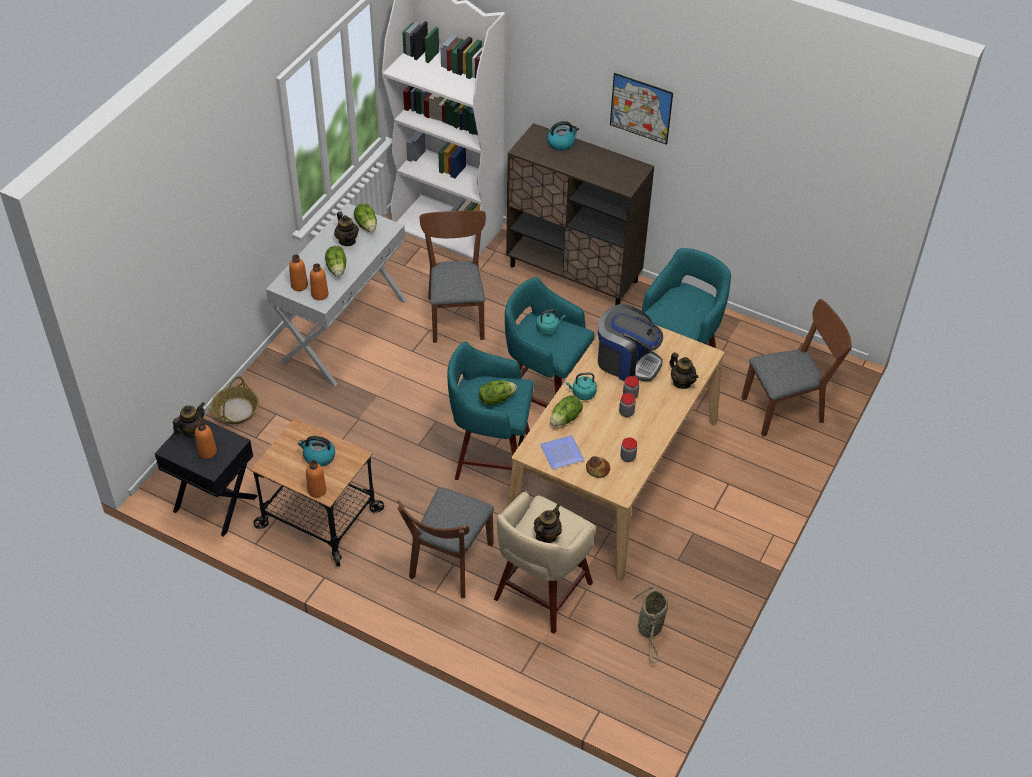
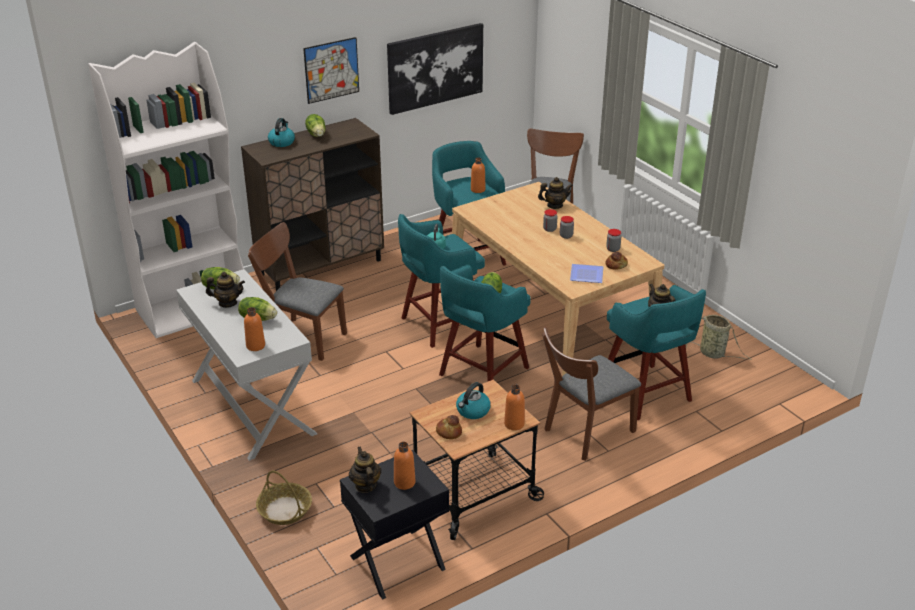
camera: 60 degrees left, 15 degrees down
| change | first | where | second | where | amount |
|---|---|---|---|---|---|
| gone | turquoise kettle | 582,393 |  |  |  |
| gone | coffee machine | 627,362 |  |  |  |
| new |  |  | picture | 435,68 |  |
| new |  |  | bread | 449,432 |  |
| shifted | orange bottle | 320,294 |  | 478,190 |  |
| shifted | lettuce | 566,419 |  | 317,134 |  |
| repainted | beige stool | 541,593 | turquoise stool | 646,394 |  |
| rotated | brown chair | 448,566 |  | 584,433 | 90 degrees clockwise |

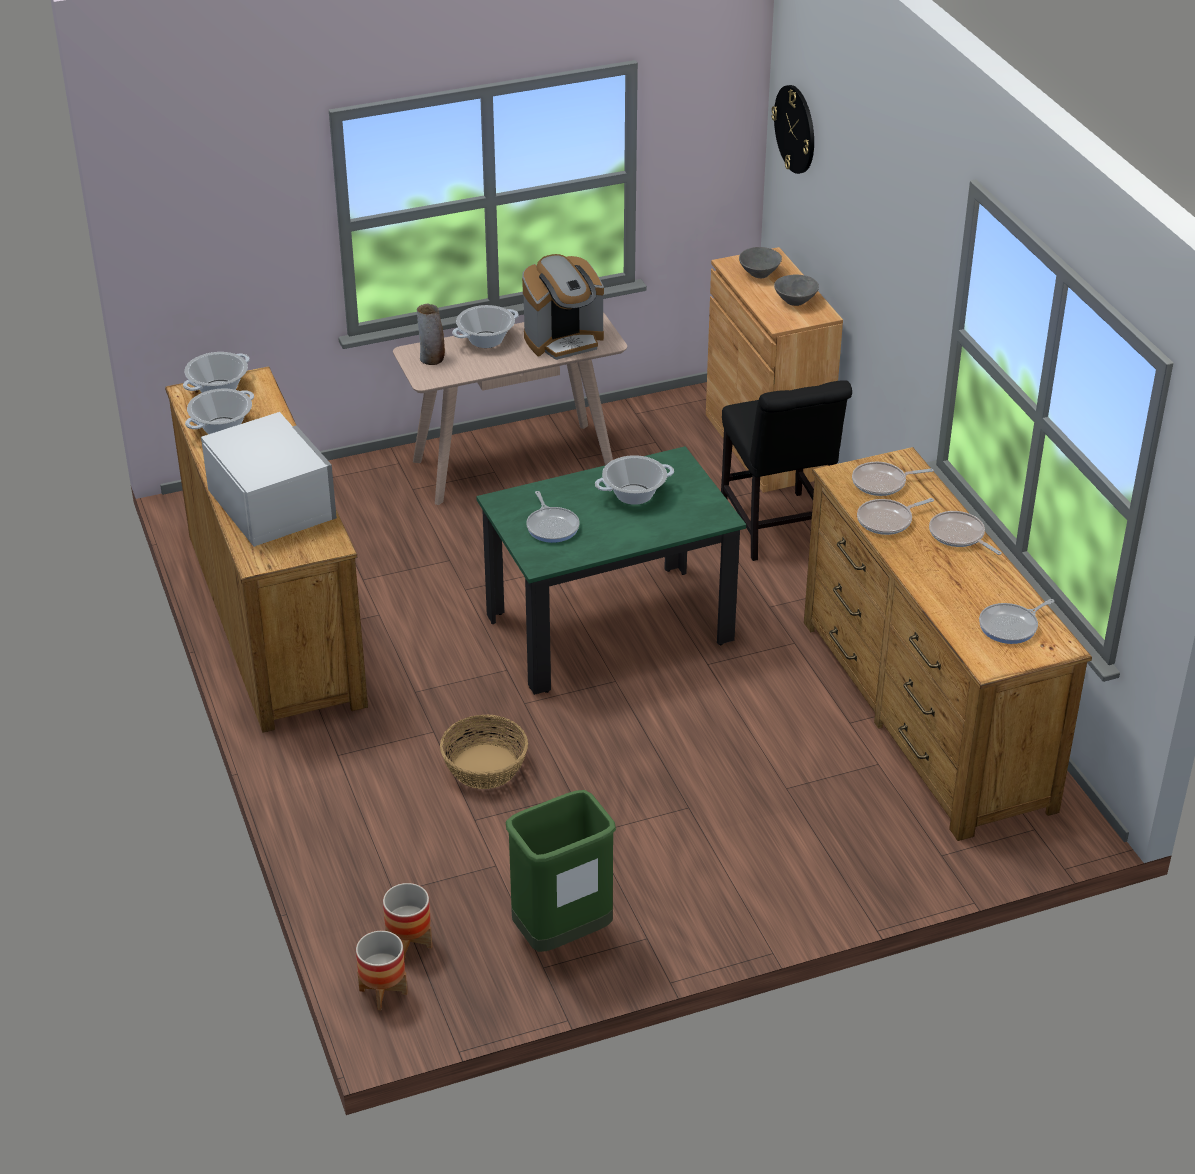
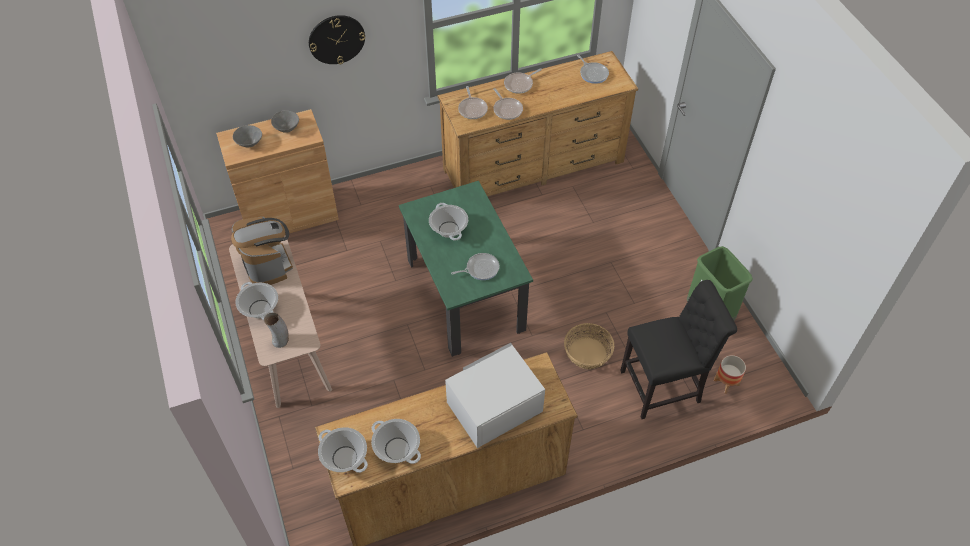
camera: 90 degrees left, 15 degrees up
| change | first | where | second | where | amount |
|---|---|---|---|---|---|
| gone | planter | 383,992 |  |  |  |
| shifted | black chair | 777,530 |  | 664,386 |  |
| shifted | wall clock | 795,129 |  | 336,39 |  |

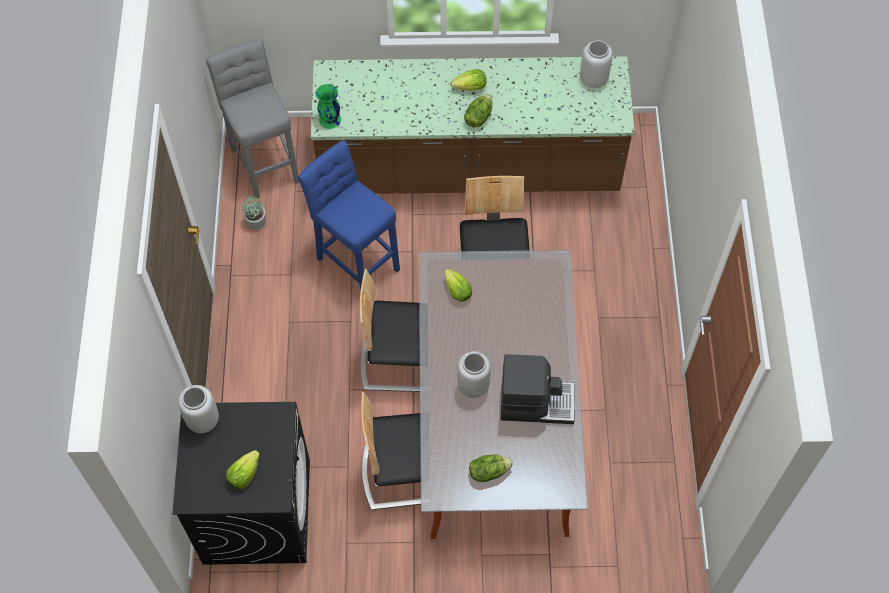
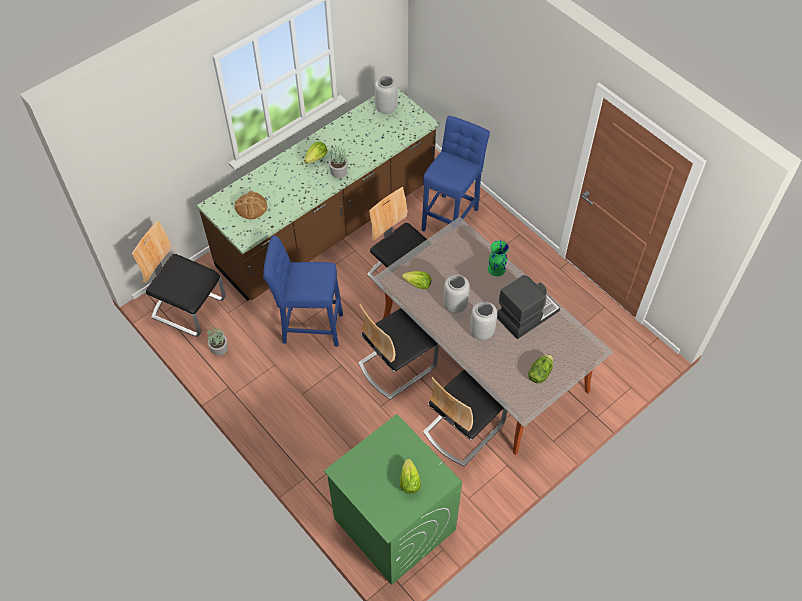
camera: 40 degrees left, 5 degrees down
| change | first | where | second | where | amount |
|---|---|---|---|---|---|
| new |  |  | bread | 251,206 |  |
| new |  |  | blue stool | 451,216 |  |
| shifted | grey vase | 202,420 |  | 454,305 |  |
| shifted | green vase | 329,120 |  | 496,269 |  |
| swapped | grey stool | 264,161 | chair | 189,308 |  |
| swapped | lettuce | 478,117 | potted plant | 338,172 |  |
| repainted | black washing machine | 257,510 | green washing machine | 393,523 |  |

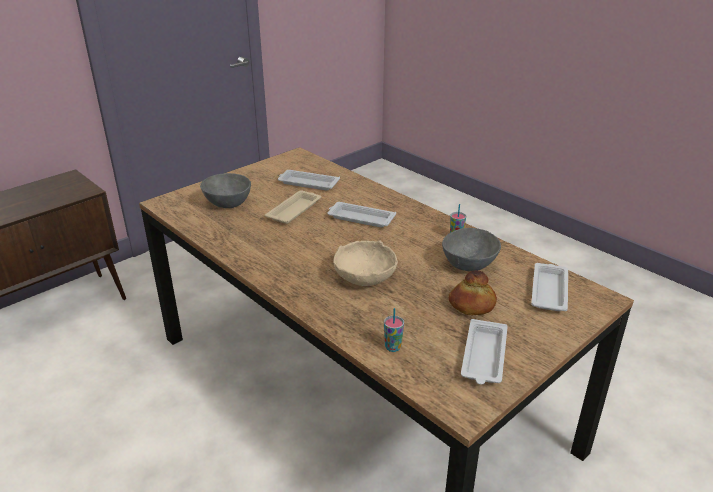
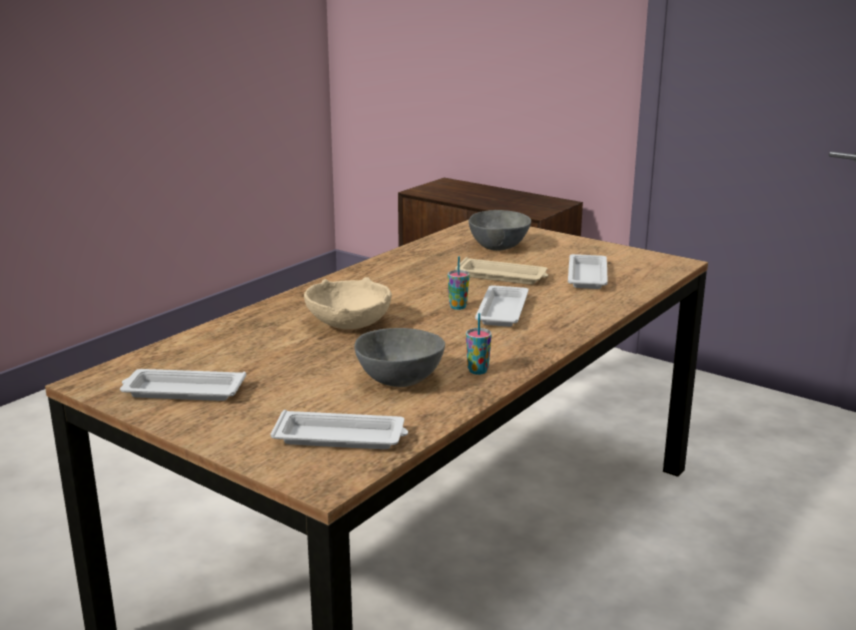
camera: 80 degrees right, 10 degrees down
| change | first | where | second | where | amount |
|---|---|---|---|---|---|
| gone | bread | 471,305 |  |  |  |
| shifted | cup | 392,347 |  | 458,307 |  |

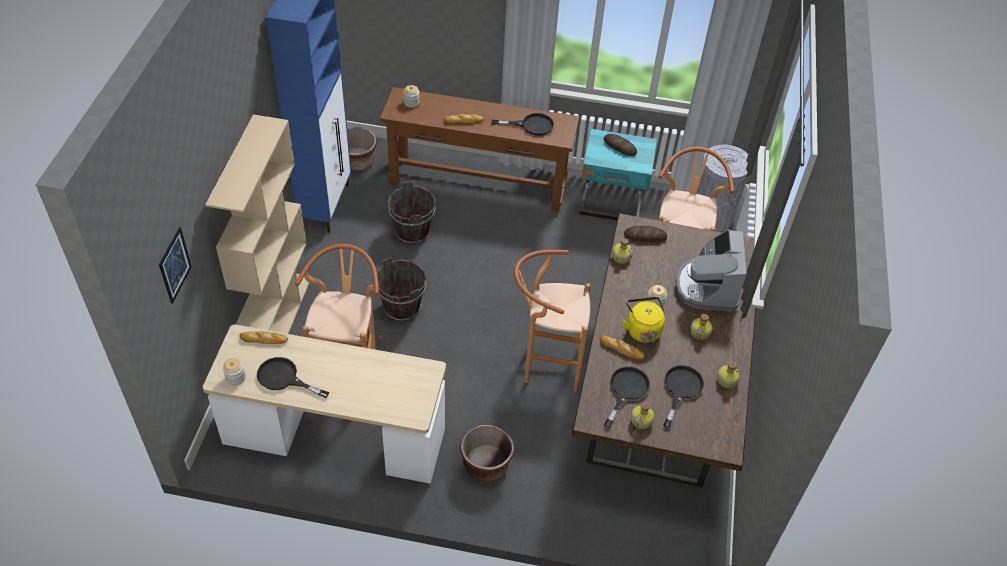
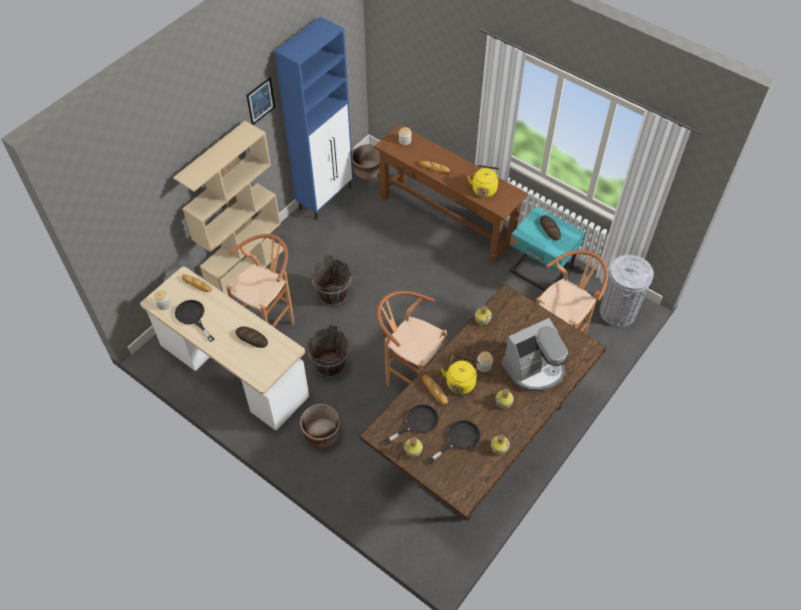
camera: 30 degrees right, 5 degrees up
| change | first | where | second | where | amount |
|---|---|---|---|---|---|
| shifted | picture | 175,265 |  | 260,101 |  |
| shifted | brown bucket | 413,232 |  | 330,365 |  |
| shifted | bread | 645,236 |  | 252,338 |  |
| swapped | black frying pan | 531,125 | yellow kettle | 484,188 |  |
| rotated | coffee machine | 707,287 |  | 534,369 | 150 degrees counterclockwise |

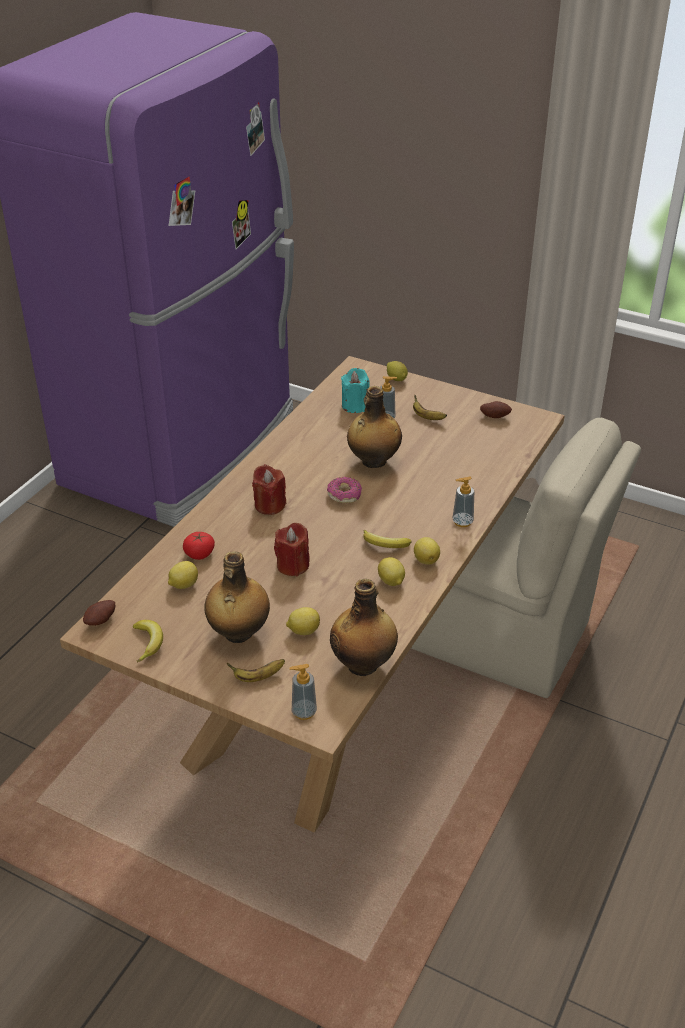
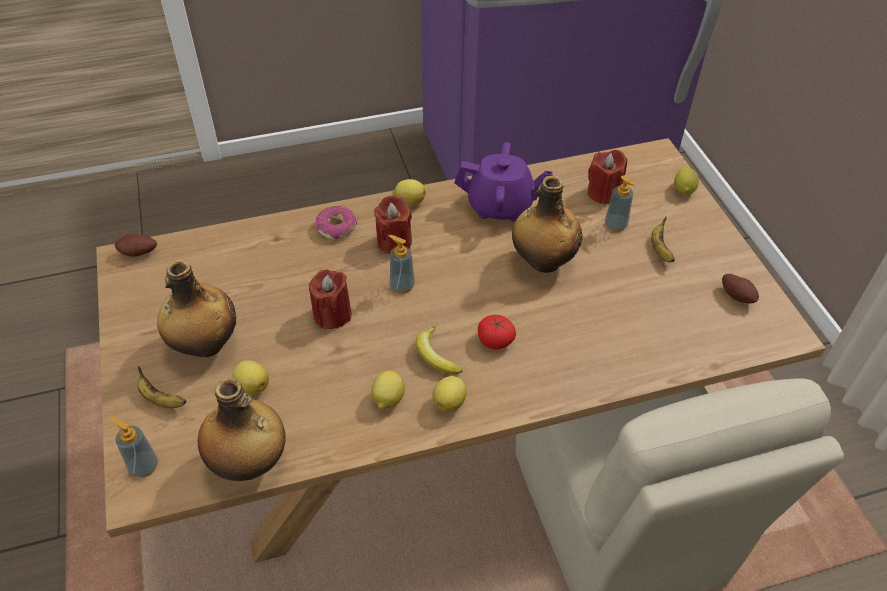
camera: 45 degrees right, 10 degrees up
| change | first | where | second | where | amount |
|---|---|---|---|---|---|
| gone | banana | 148,642 |  |  |  |
| new |  |  | purple teapot | 500,206 |  |
| shifted | lemon | 183,585 |  | 409,202 |  |
| shifted | tomato | 199,554 |  | 495,340 |  |
| shifted | donut | 344,495 |  | 337,227 |  |
| shifted | soap dispenser | 462,522 |  | 402,286 |  |
| repainted | turquoise candle | 355,406 | red candle | 603,193 |  |

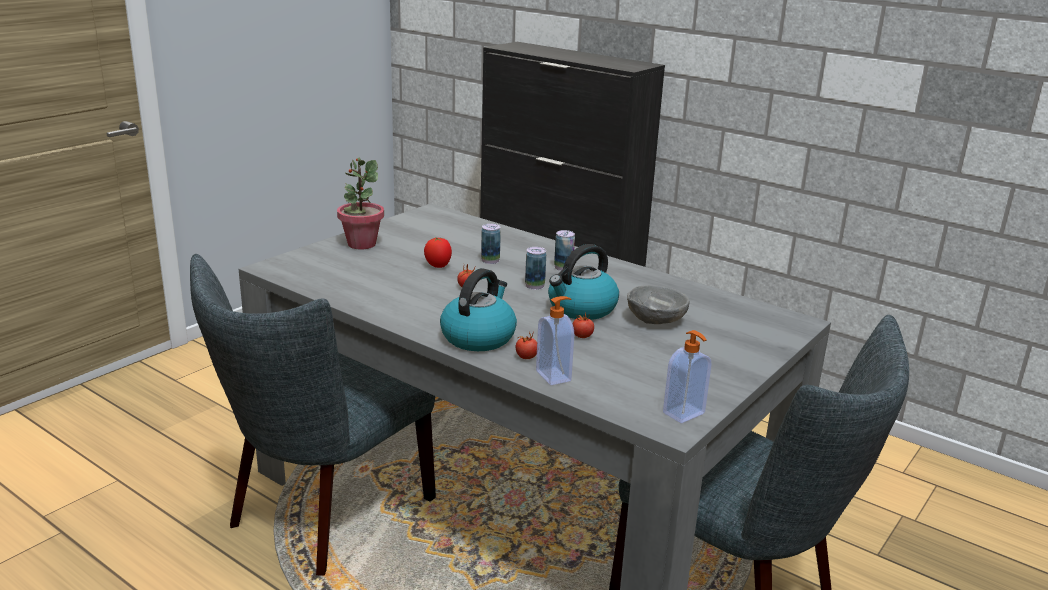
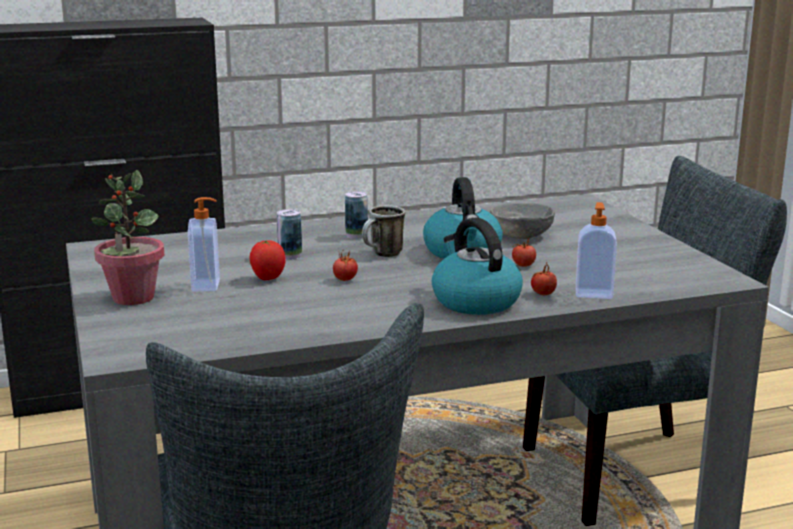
camera: 55 degrees left, 5 degrees down
| change | first | where | second | where | amount |
|---|---|---|---|---|---|
| shifted | soap dispenser | 684,414 |  | 207,285 |  |
| swapped | can | 534,285 | mug | 383,255 |  |

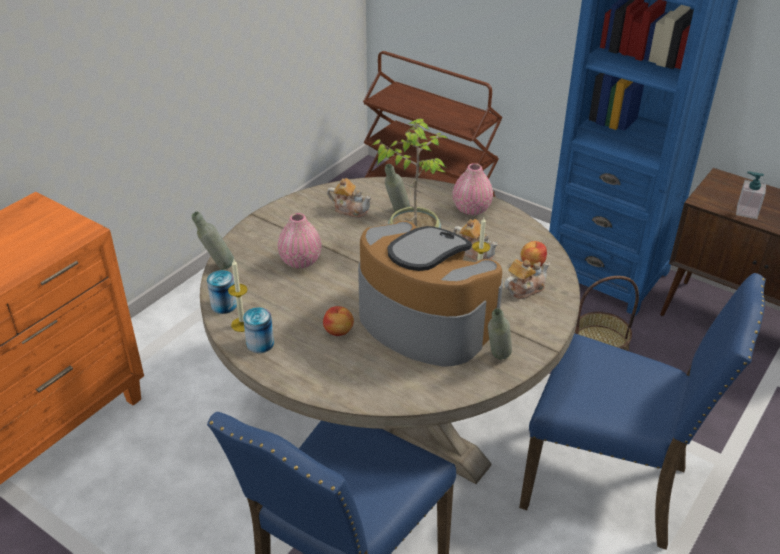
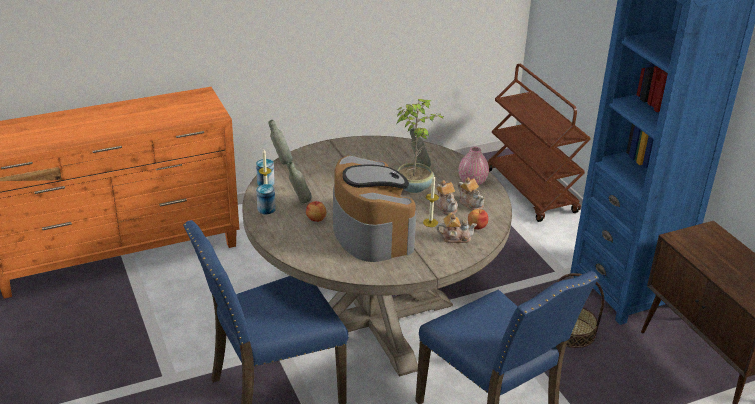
camera: 30 degrees right, 5 degrees down
| change | first | where | second | where | amount |
|---|---|---|---|---|---|
| gone | pink vase | 300,261 |  |  |  |
| gone | soap dispenser | 746,212 |  |  |  |
| shifted | teapot | 350,210 |  | 471,203 |  |
| shifted | grey bottle | 497,360 |  | 300,202 |  |

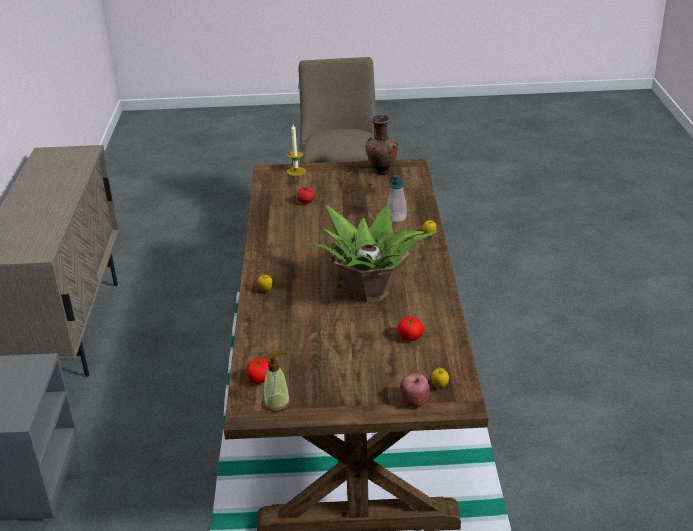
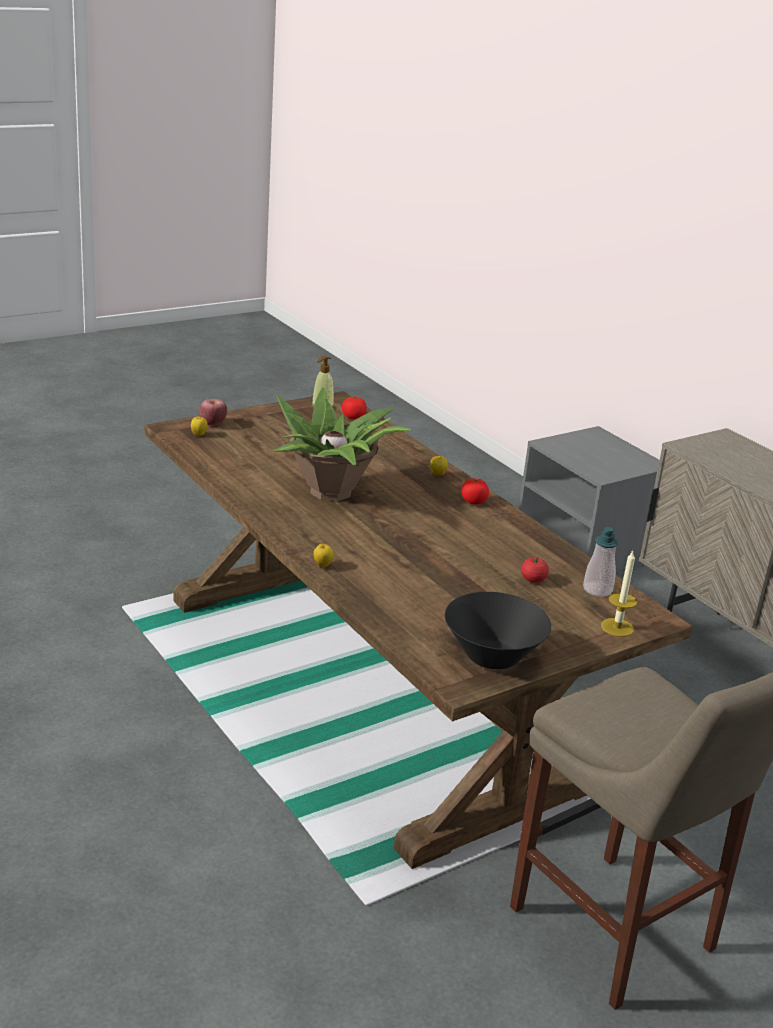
camera: 145 degrees right, 5 degrees down
| change | first | where | second | where | amount |
|---|---|---|---|---|---|
| shifted | soap dispenser | 396,217 |  | 597,590 |  |
| shifted | tomato | 410,337 |  | 473,501 |  |
| swapped | brown vase | 381,172 | black bowl | 492,656 |  |

